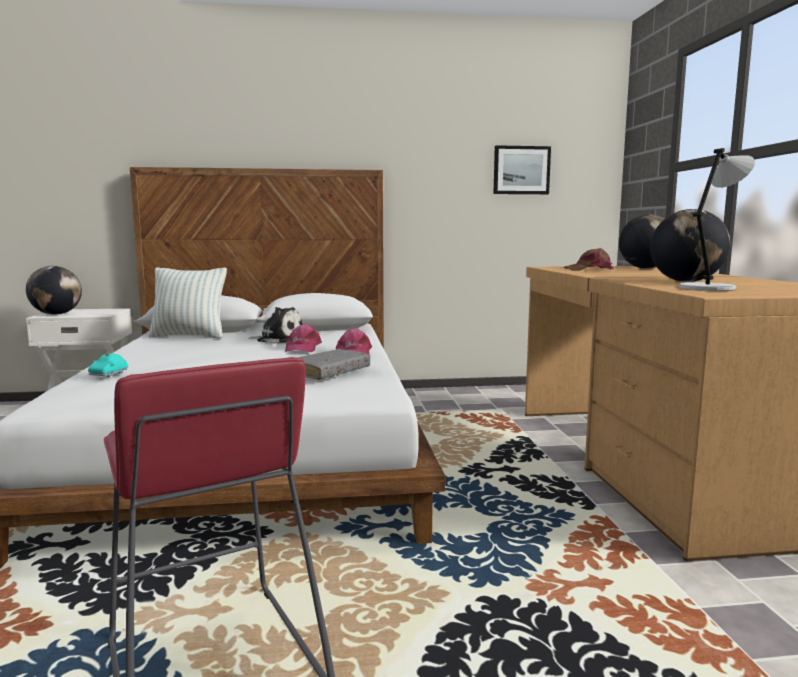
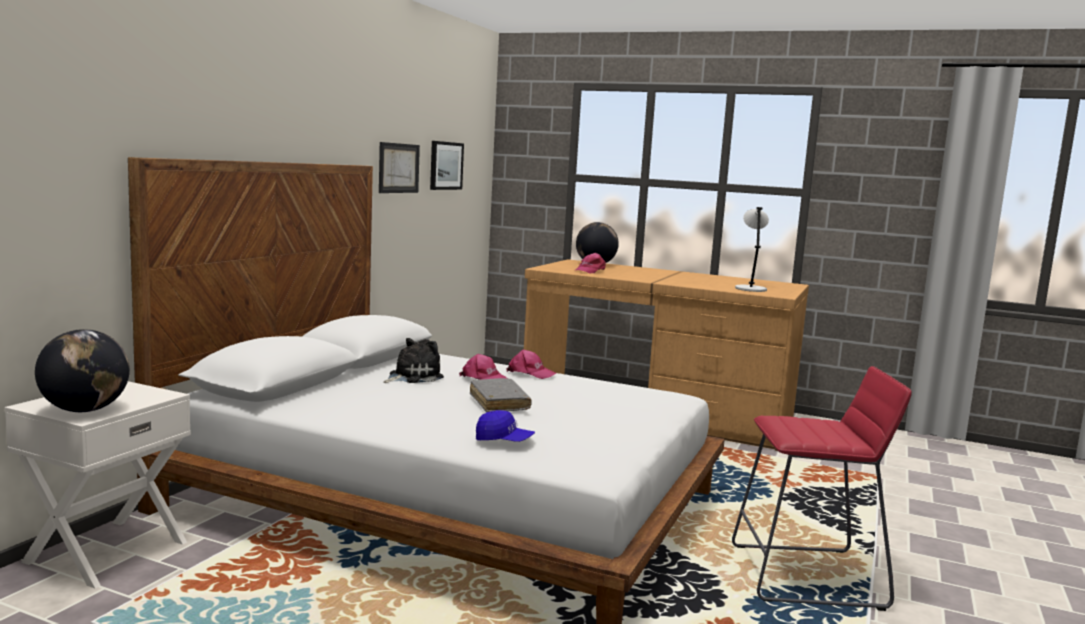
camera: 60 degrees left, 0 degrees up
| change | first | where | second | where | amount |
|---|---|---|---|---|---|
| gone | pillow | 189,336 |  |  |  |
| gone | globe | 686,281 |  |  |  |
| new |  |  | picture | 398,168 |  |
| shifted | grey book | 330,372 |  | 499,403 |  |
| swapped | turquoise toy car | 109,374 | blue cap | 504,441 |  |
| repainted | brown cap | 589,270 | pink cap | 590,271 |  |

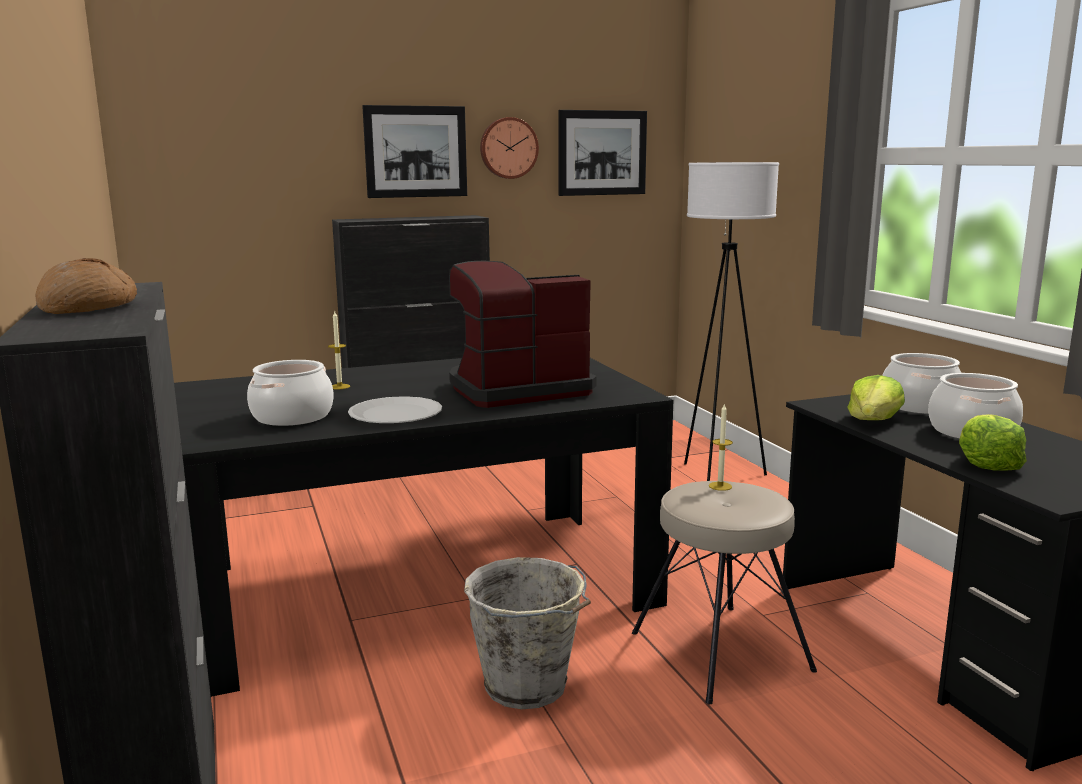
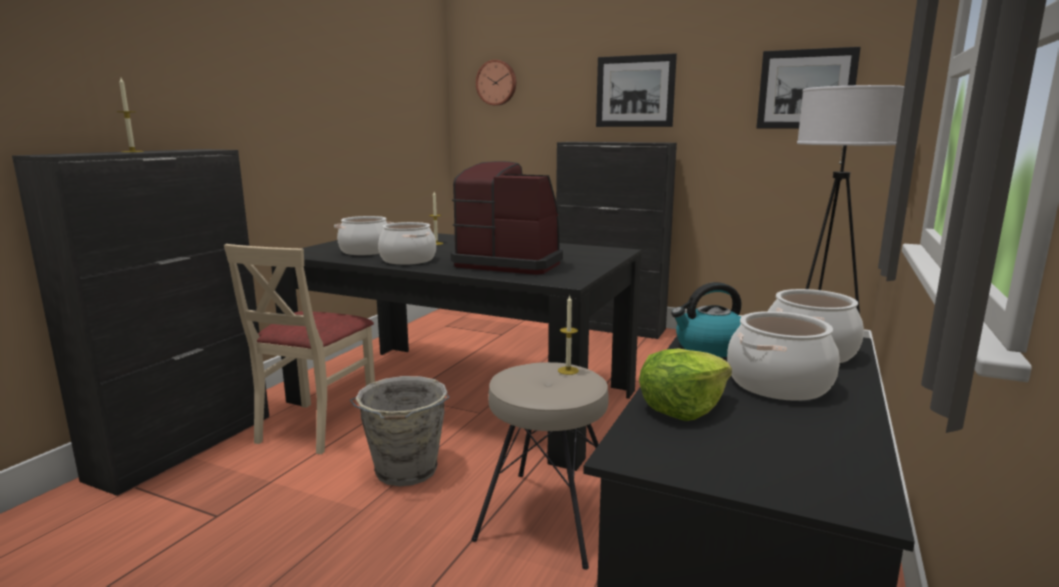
camera: 45 degrees right, 0 degrees up
| change | first | where | second | where | amount |
|---|---|---|---|---|---|
| new |  |  | beige chair | 315,427 |  |
| shifted | wall clock | 508,148 |  | 497,83 |  |
| swapped | bread | 89,307 | candle | 132,151 |  |
| swapped | white plate | 395,413 | cooking pot | 407,260 |  |
| swapped | lettuce | 873,421 | kettle | 709,348 |  |

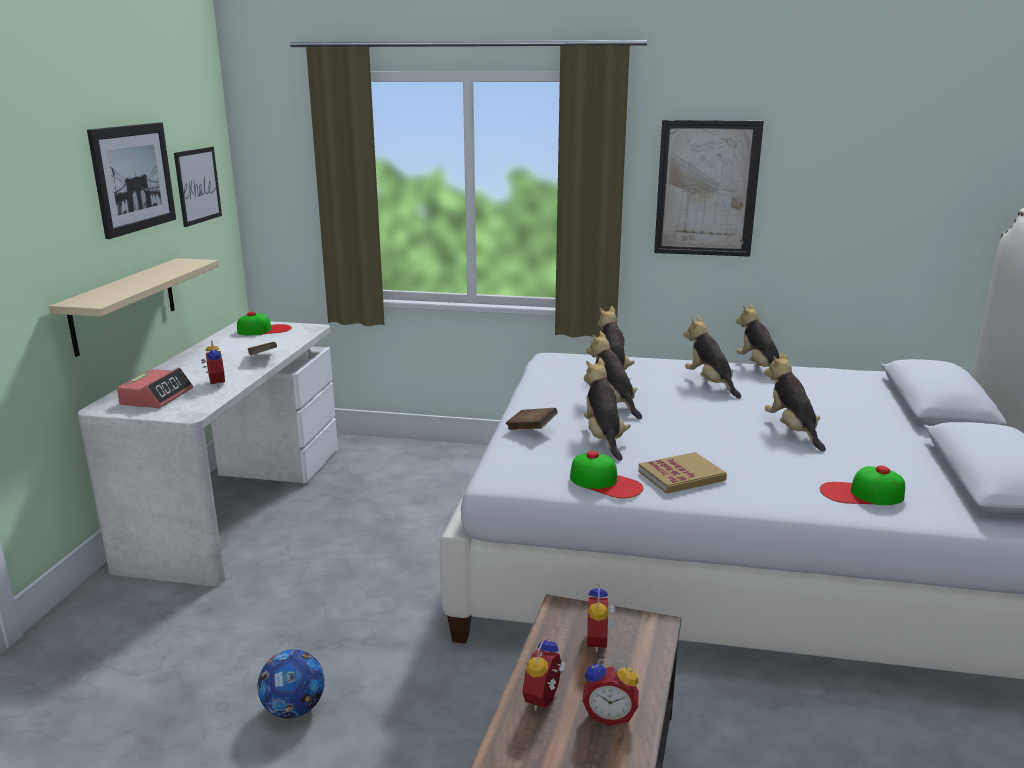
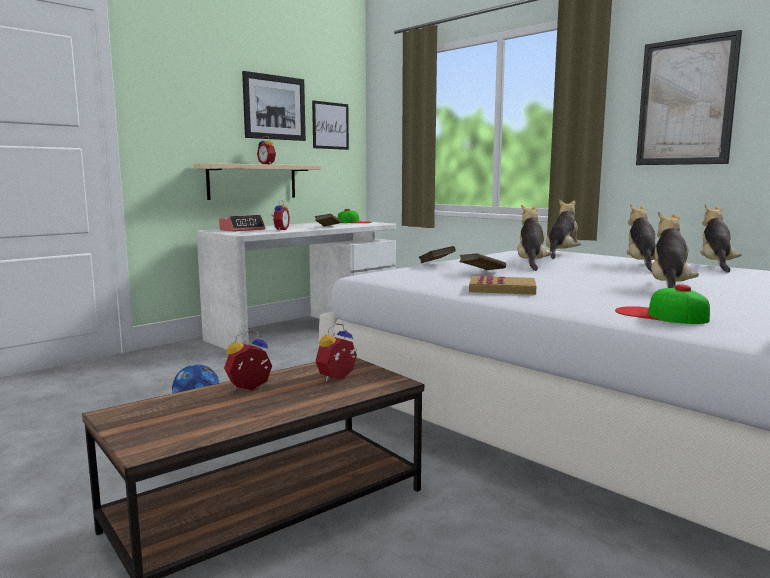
camera: 35 degrees right, 10 degrees down
| change | first | where | second | where | amount |
|---|---|---|---|---|---|
| gone | cap | 605,482 |  |  |  |
| shifted | alarm clock | 609,715 |  | 268,164 |  |
| swapped | plush toy | 604,438 | brown book | 482,272 |  |

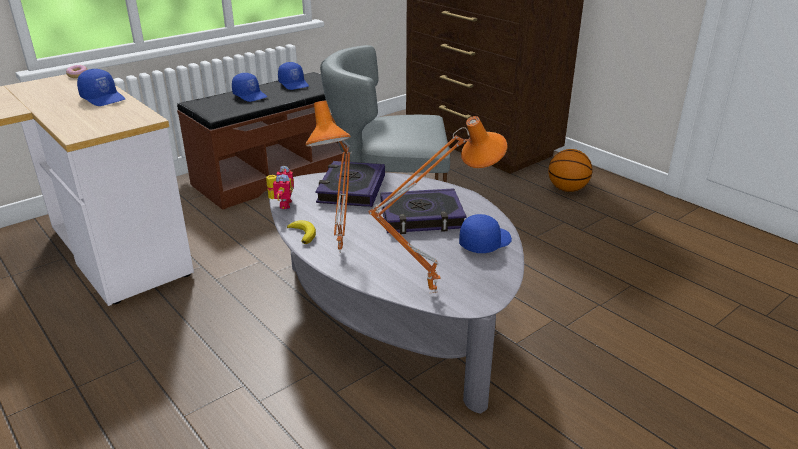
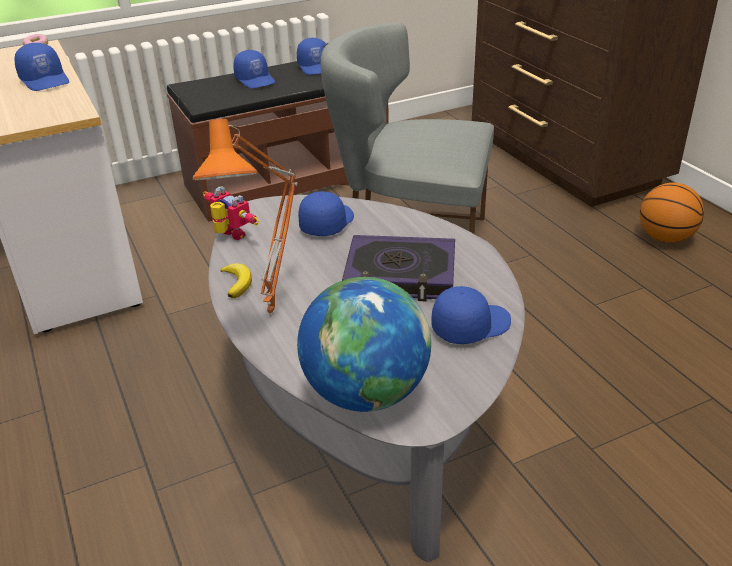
camera: 15 degrees right, 5 degrees up
| change | first | where | second | where | amount |
|---|---|---|---|---|---|
| swapped | book | 351,189 | blue cap | 326,223 |  |
| swapped | orange table lamp | 432,291 | globe | 366,393 |  |
| rotated | toy robot | 281,204 |  | 229,236 | 60 degrees counterclockwise |

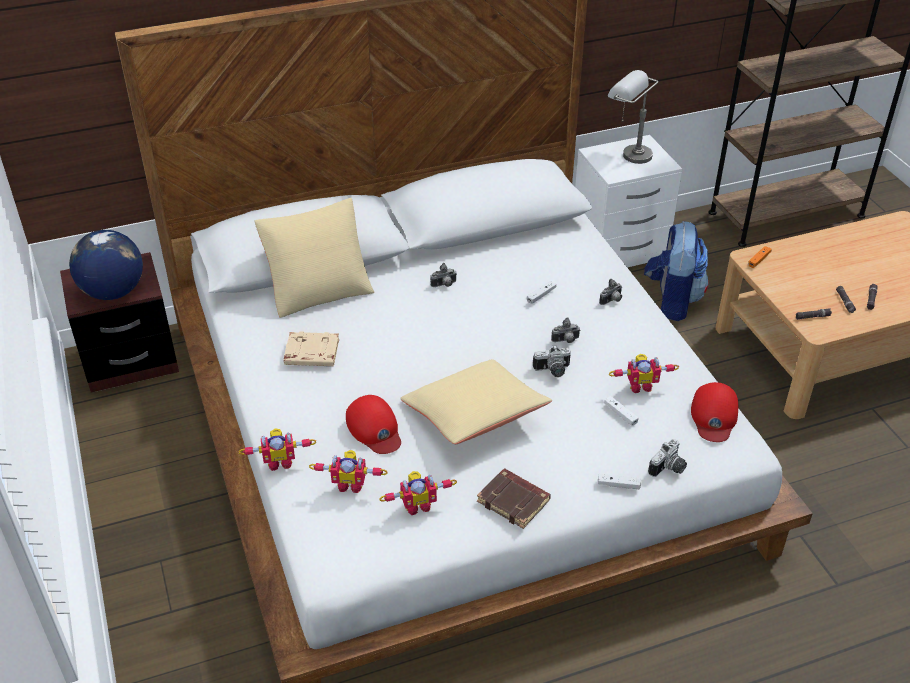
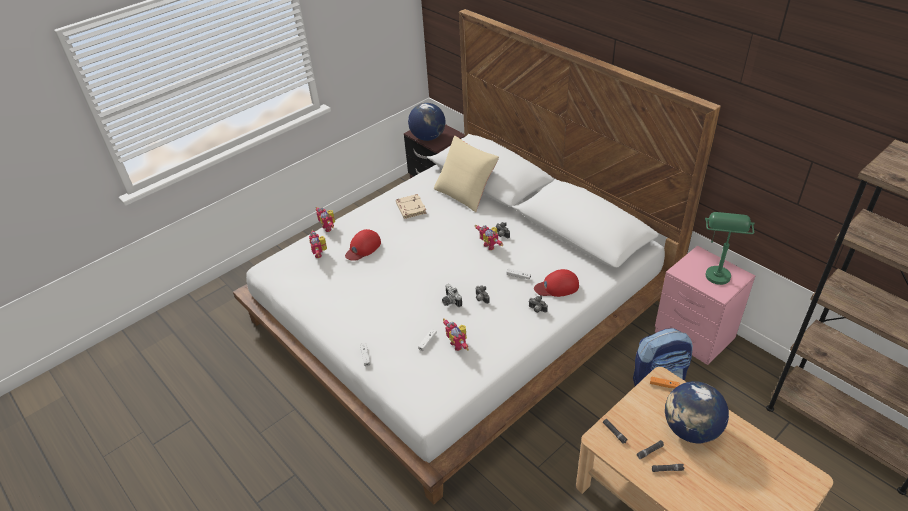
camera: 70 degrees right, 0 degrees up
| change | first | where | second | where | amount |
|---|---|---|---|---|---|
| gone | beige pillow | 474,416 |  |  |  |
| gone | brown book | 514,501 |  |  |  |
| gone | photo camera | 669,469 |  |  |  |
| new |  |  | globe | 690,430 |  |
| shifted | toy robot | 417,505 |  | 490,245 |  |
| shifted | red cap | 714,416 |  | 557,287 |  |
| repainted | white nightstand | 620,249 | pink nightstand | 694,336 |  |
| repainted | grey table lamp | 627,153 | green table lamp | 716,270 |  |

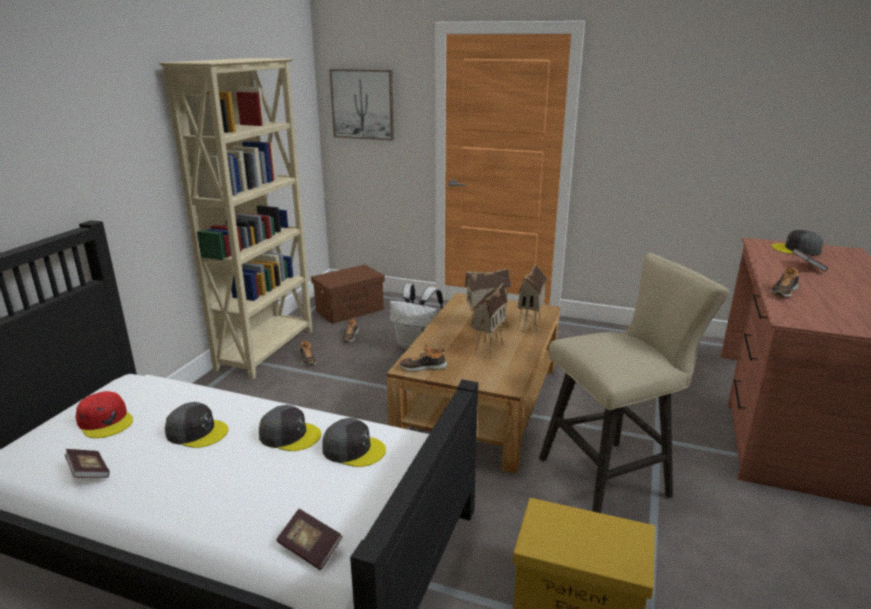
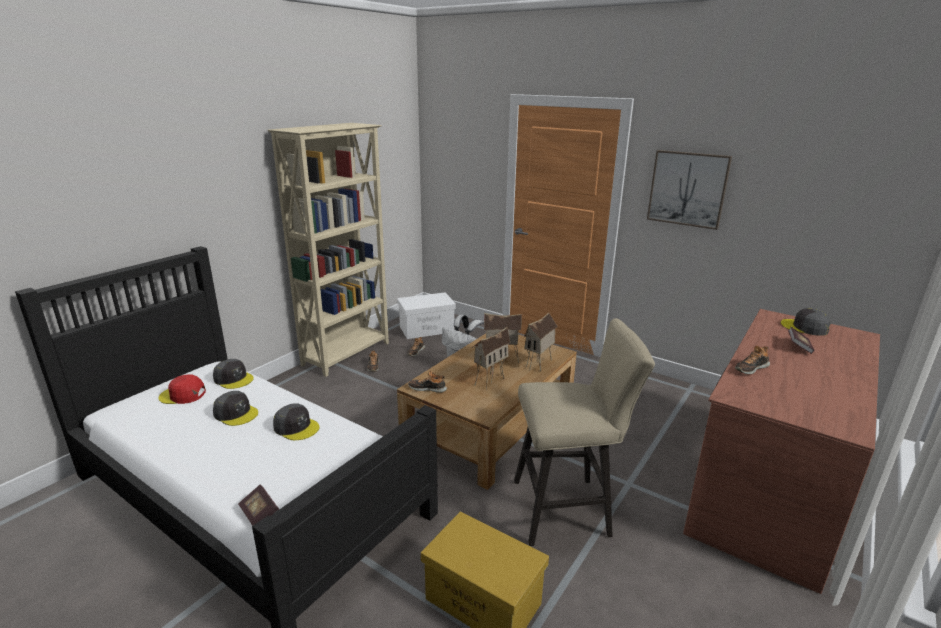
camera: 15 degrees right, 0 degrees up
| change | first | where | second | where | amount |
|---|---|---|---|---|---|
| gone | book | 89,472 |  |  |  |
| shifted | grey cap | 353,449 |  | 233,379 |  |
| shifted | picture | 363,104 |  | 687,189 |  |
| repainted | brown storage box | 349,310 | white storage box | 426,329 |  |
| rotated | red cap | 105,421 |  | 183,395 | 120 degrees clockwise |

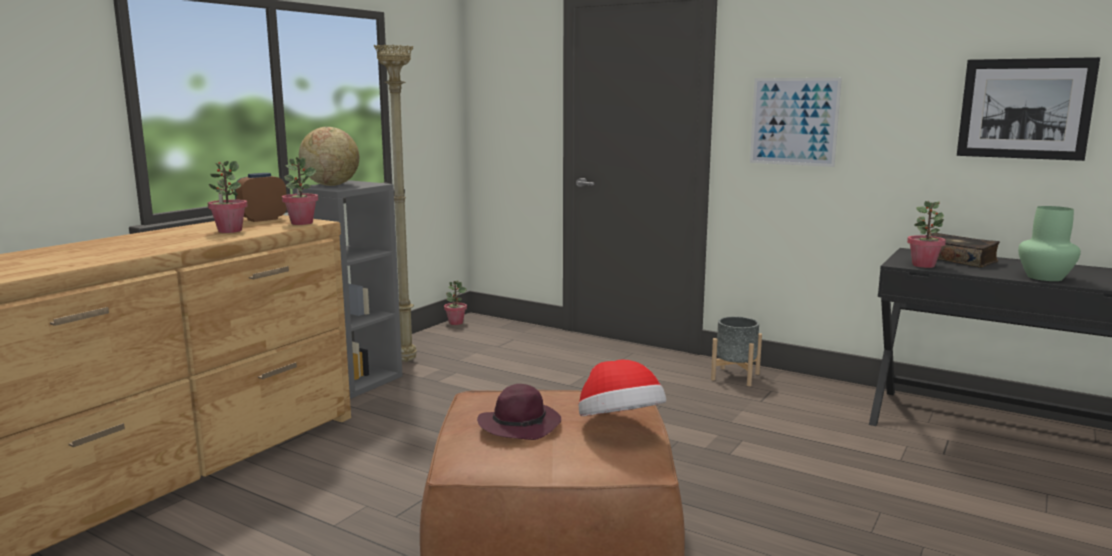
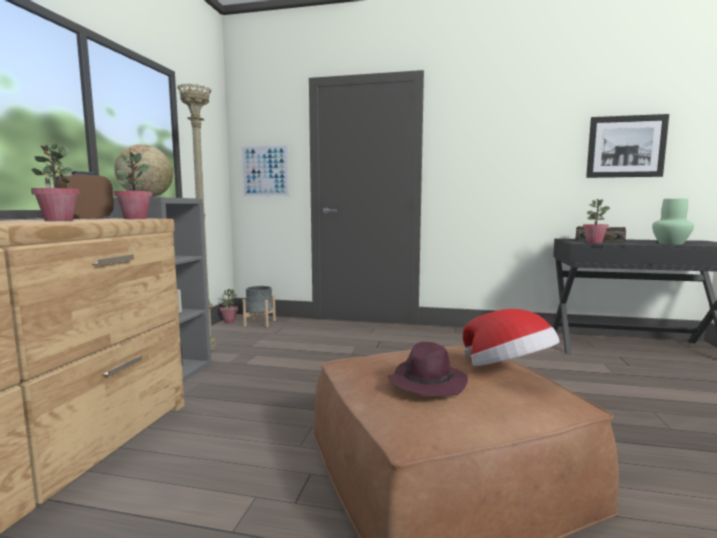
camera: 20 degrees left, 5 degrees down
| change | first | where | second | where | amount |
|---|---|---|---|---|---|
| shifted | grey planter | 735,376 |  | 259,323 |  |
| shifted | picture | 794,121 |  | 265,171 |  |

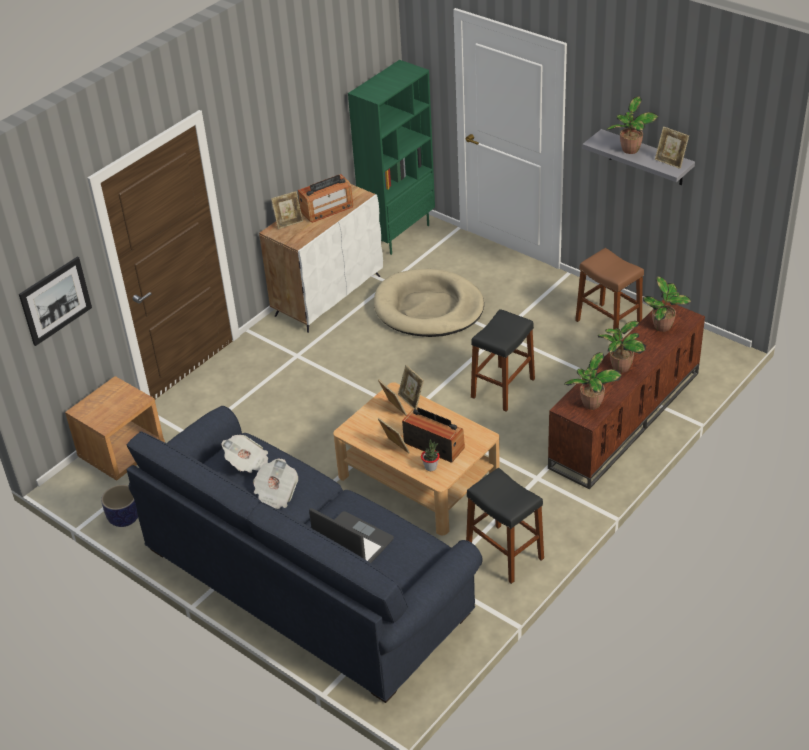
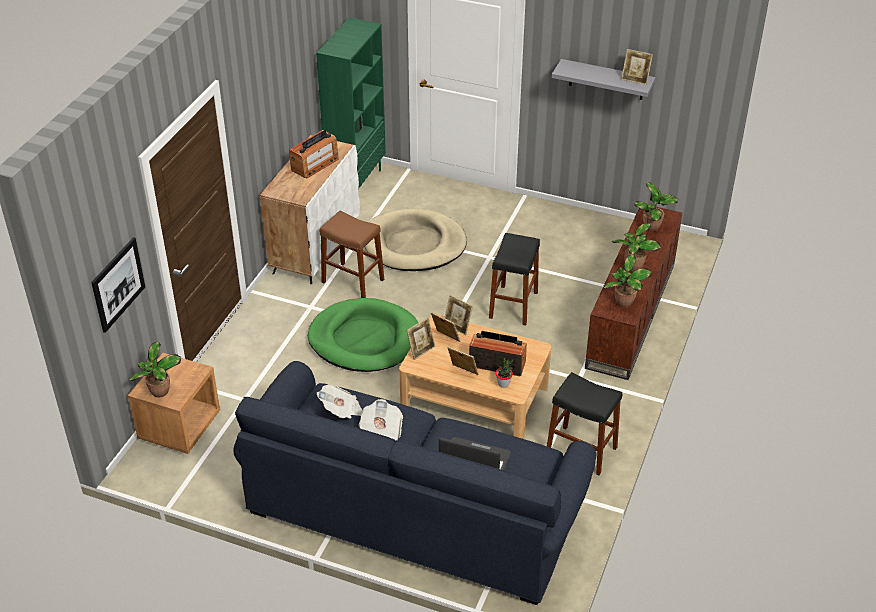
camera: 20 degrees left, 0 degrees up
| change | first | where | second | where | amount |
|---|---|---|---|---|---|
| gone | planter | 124,518 |  |  |  |
| new |  |  | green dog bed | 364,339 |  |
| shifted | picture frame | 288,222 |  | 421,350 |  |
| shifted | brown stool | 608,324 |  | 353,281 |  |
| shifted | potted plant | 630,150 |  | 159,392 |  |

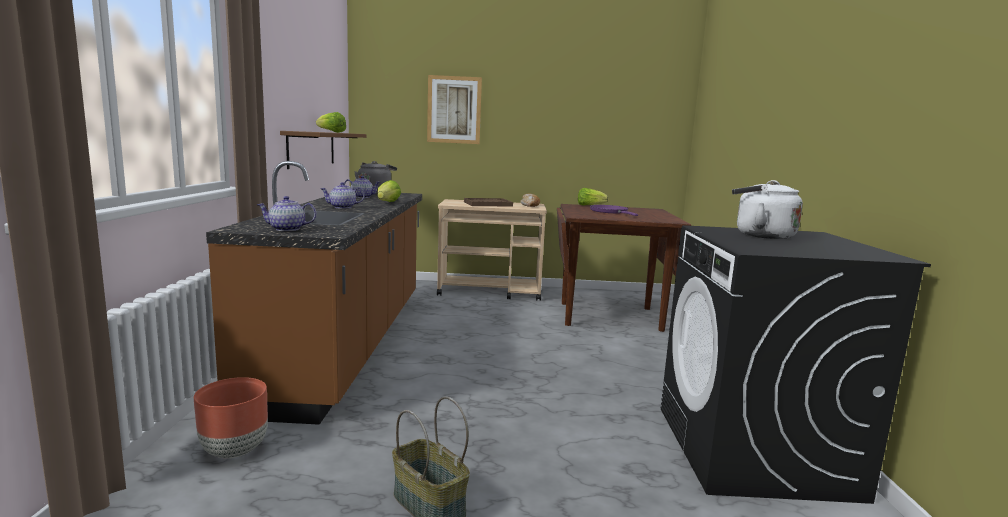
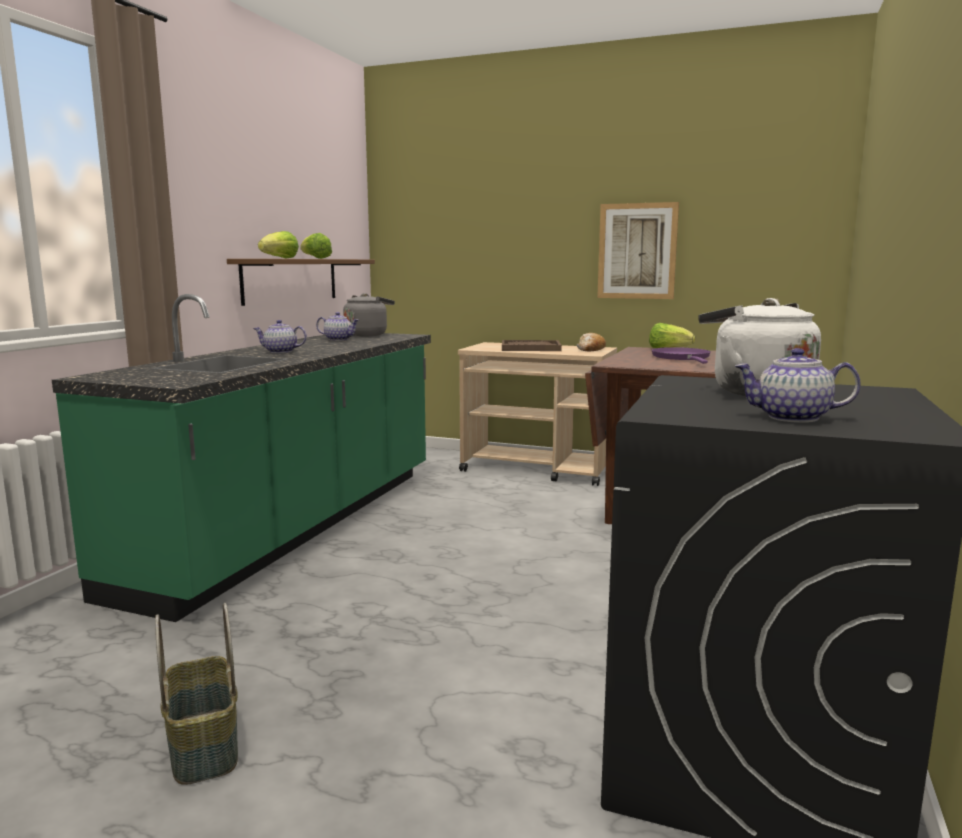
camera: 20 degrees right, 0 degrees up
| change | first | where | second | where | amount |
|---|---|---|---|---|---|
| gone | brown planter | 235,450 |  |  |  |
| shifted | teapot | 287,229 |  | 792,417 |  |
| shifted | lettuce | 387,203 |  | 280,258 |  |
| shifted | picture | 454,110 |  | 637,251 |  |
| repainted | brown counter | 347,344 | green counter | 296,526 |  |

